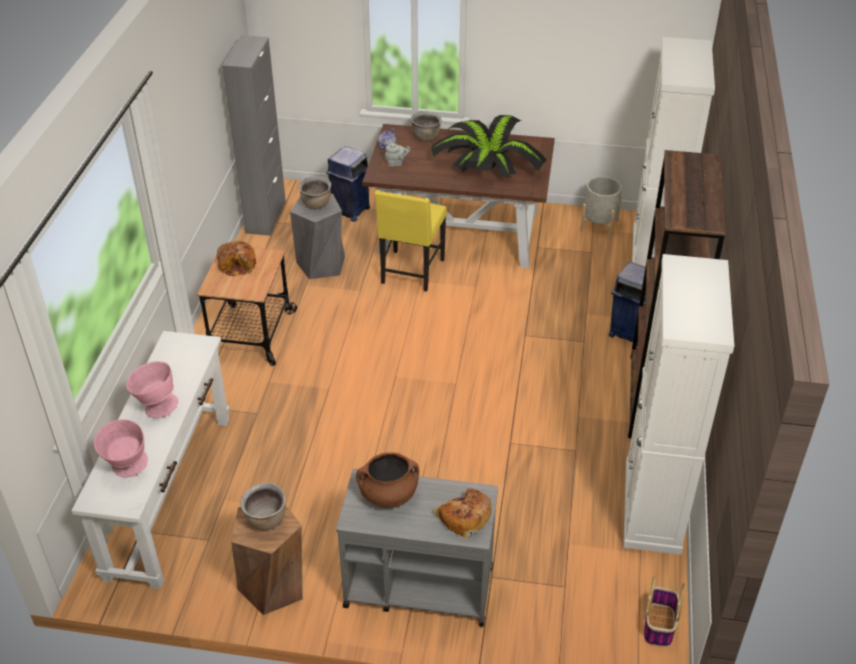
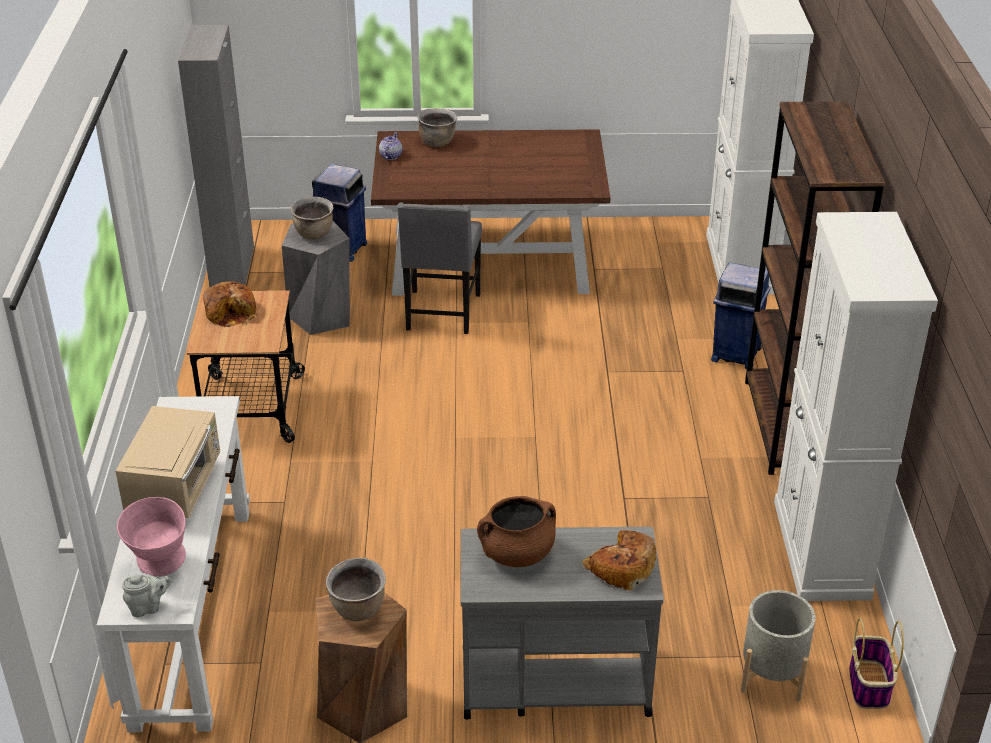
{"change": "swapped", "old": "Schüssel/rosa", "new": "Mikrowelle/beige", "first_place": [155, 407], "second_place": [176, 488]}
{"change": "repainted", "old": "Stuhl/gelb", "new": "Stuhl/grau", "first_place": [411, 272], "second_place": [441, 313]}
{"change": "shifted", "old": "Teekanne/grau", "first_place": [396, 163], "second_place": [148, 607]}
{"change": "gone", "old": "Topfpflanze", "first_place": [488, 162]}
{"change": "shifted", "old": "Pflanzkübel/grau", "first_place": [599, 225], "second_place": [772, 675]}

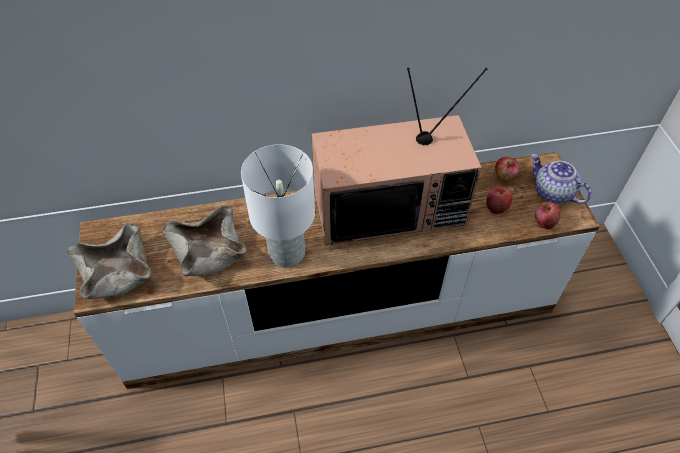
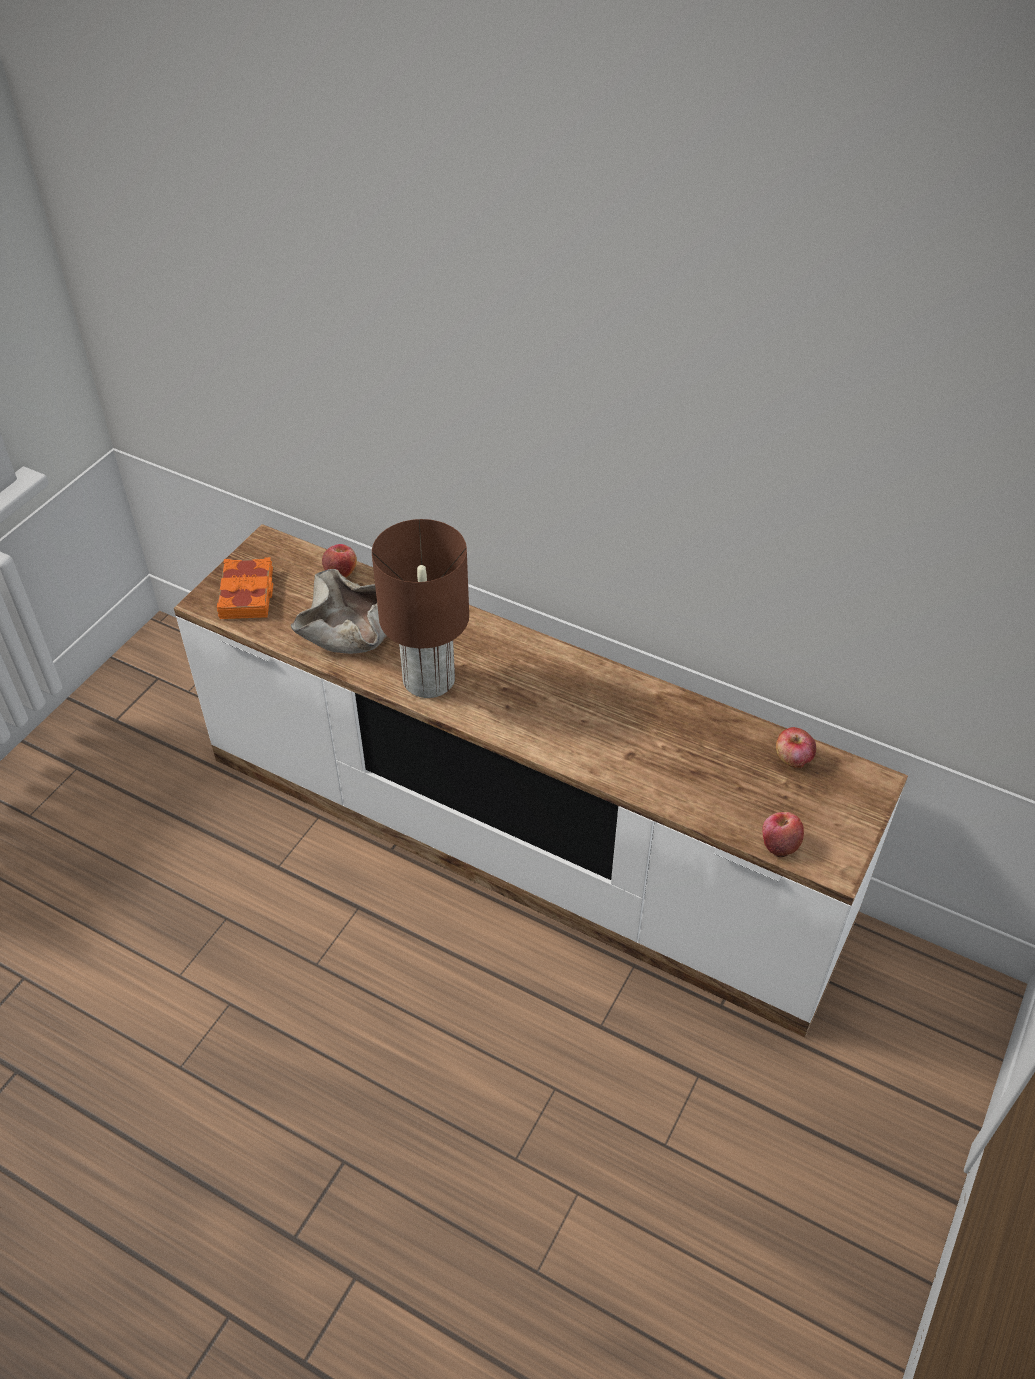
{"change": "swapped", "old": "Schüssel/beige", "new": "Buch/orange", "first_place": [118, 272], "second_place": [247, 594]}
{"change": "repainted", "old": "Tischlampe/weiß", "new": "Tischlampe/braun", "first_place": [287, 251], "second_place": [430, 678]}
{"change": "gone", "old": "Fernseher", "first_place": [390, 206]}
{"change": "shifted", "old": "Apfel", "first_place": [496, 206], "second_place": [341, 572]}
{"change": "gone", "old": "Teekanne", "first_place": [552, 193]}

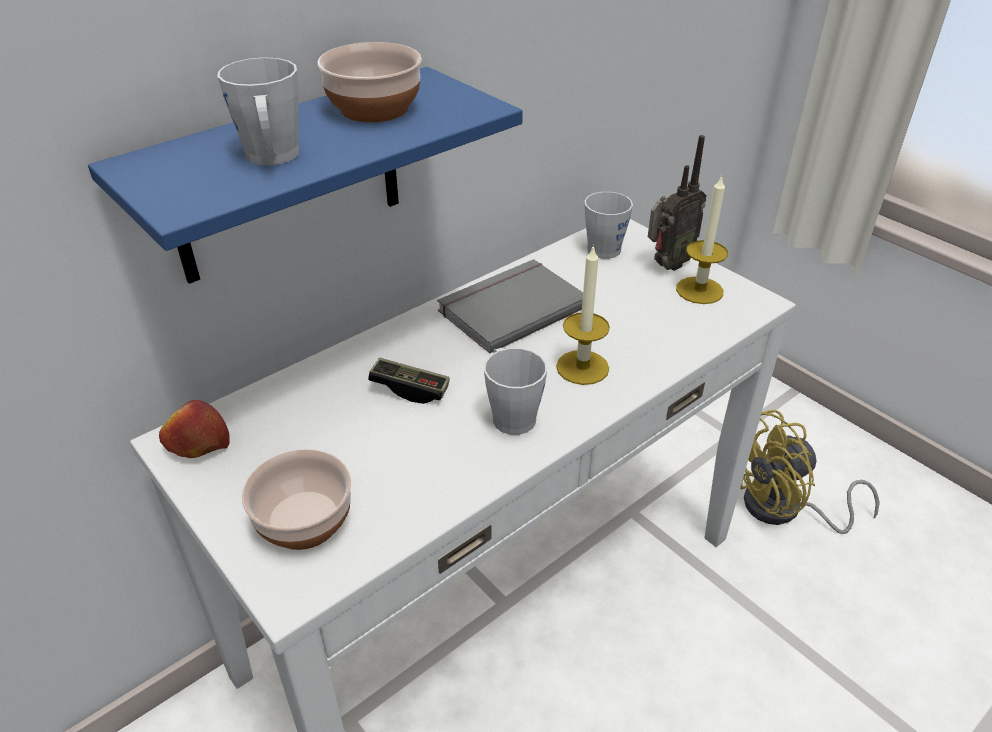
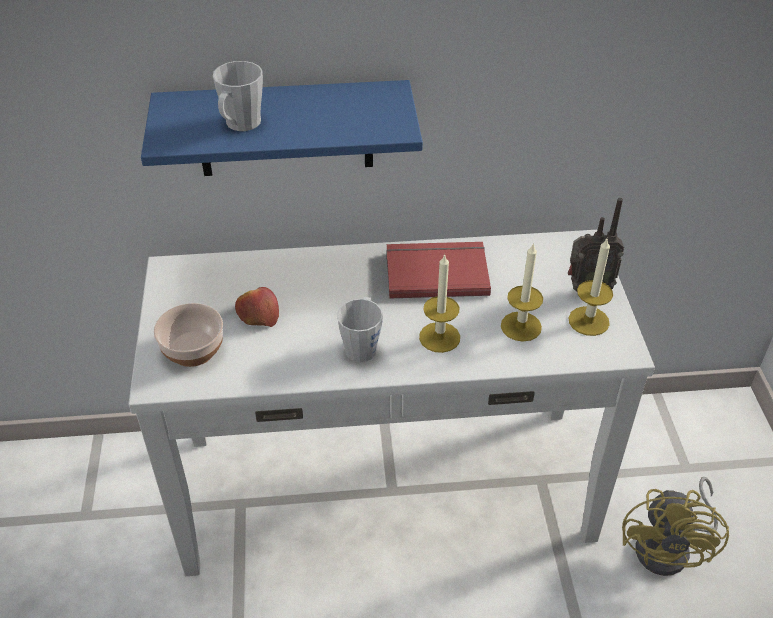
{"change": "shifted", "old": "Apfel", "first_place": [197, 443], "second_place": [258, 315]}
{"change": "gone", "old": "Schüssel", "first_place": [374, 109]}
{"change": "gone", "old": "Gamepad", "first_place": [410, 389]}
{"change": "repainted", "old": "Buch/grau", "new": "Buch/rot", "first_place": [509, 307], "second_place": [436, 271]}
{"change": "gone", "old": "Henkelbecher/grau", "first_place": [606, 246]}
{"change": "rotated", "old": "Ventilator/gelb", "first_place": [784, 510], "second_place": [670, 548], "degrees": -90}
{"change": "new", "new": "Kerze", "second_place": [521, 326]}

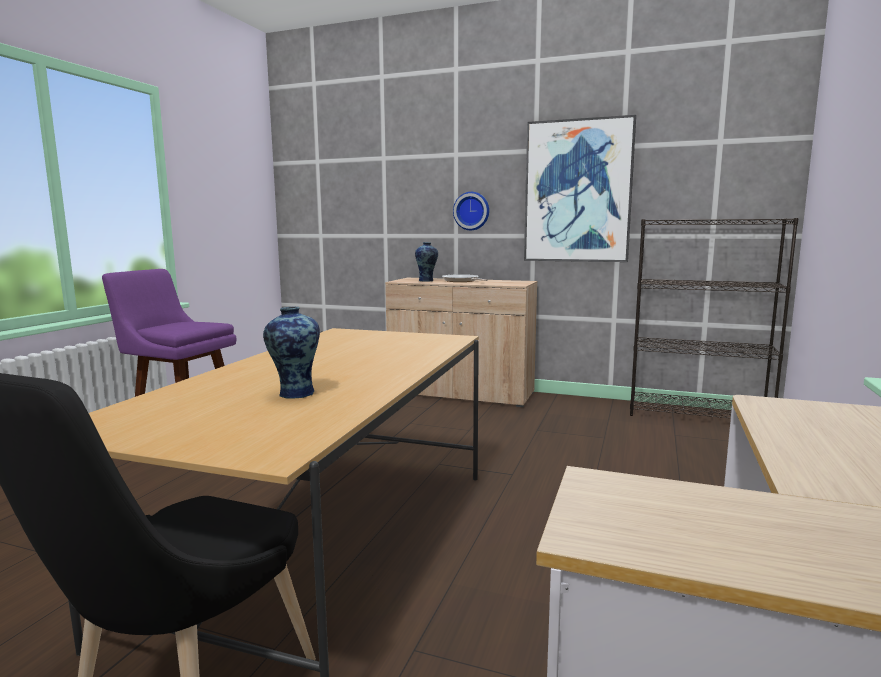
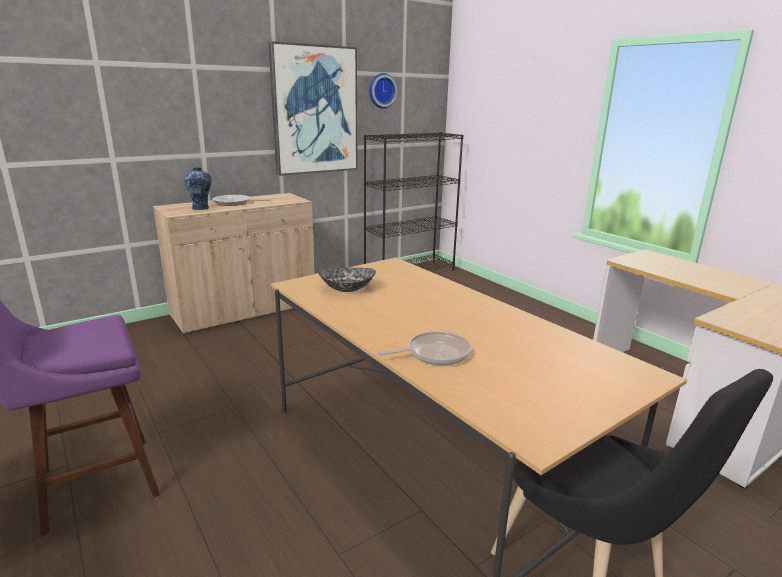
{"change": "gone", "old": "Vase", "first_place": [295, 393]}
{"change": "shifted", "old": "Wanduhr", "first_place": [472, 211], "second_place": [381, 90]}
{"change": "new", "new": "Schüssel", "second_place": [347, 289]}
{"change": "new", "new": "Pfanne", "second_place": [434, 354]}

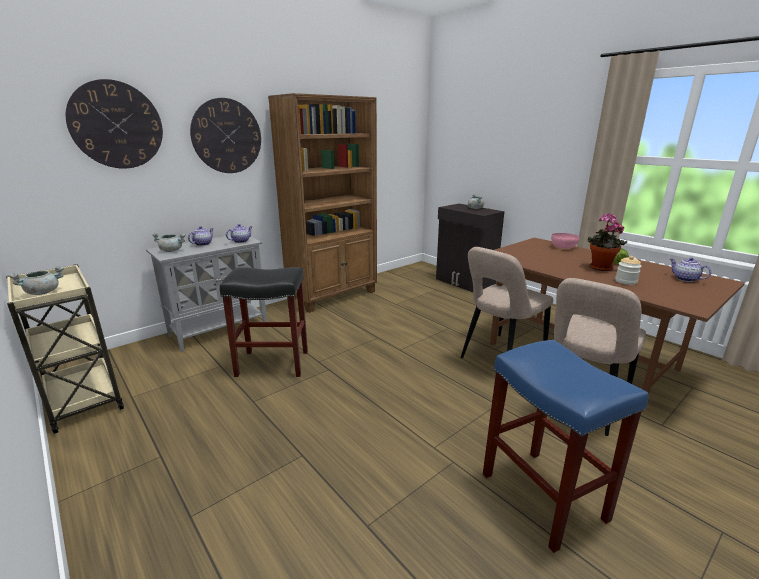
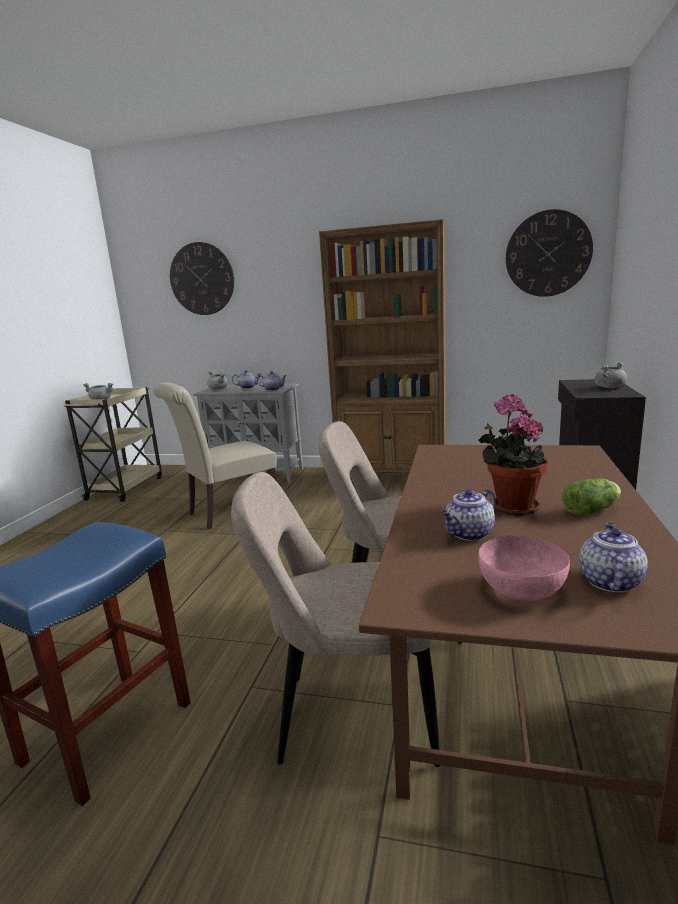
{"change": "shifted", "old": "Wanduhr", "first_place": [227, 136], "second_place": [548, 254]}
{"change": "swapped", "old": "Hocker/schwarz", "new": "Stuhl/beige", "first_place": [271, 364], "second_place": [227, 512]}
{"change": "shifted", "old": "Schüssel/rosa", "first_place": [563, 247], "second_place": [520, 588]}
{"change": "swapped", "old": "Vorratsglas", "new": "Teekanne", "first_place": [625, 281], "second_place": [469, 534]}

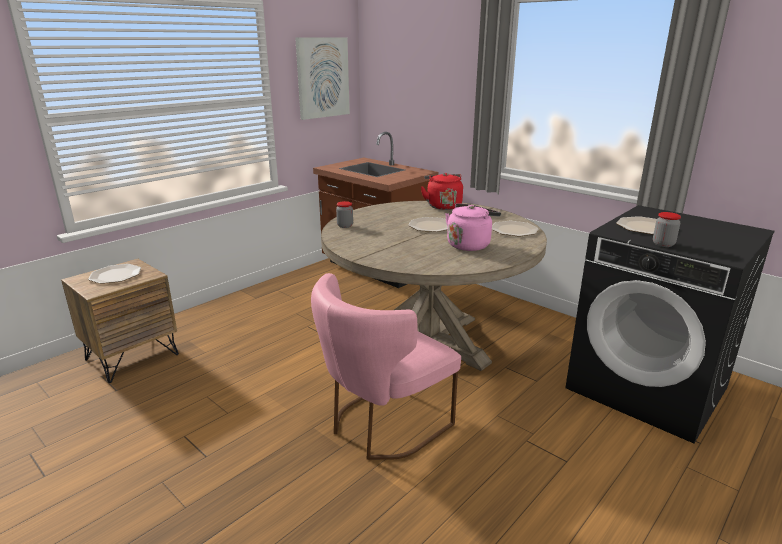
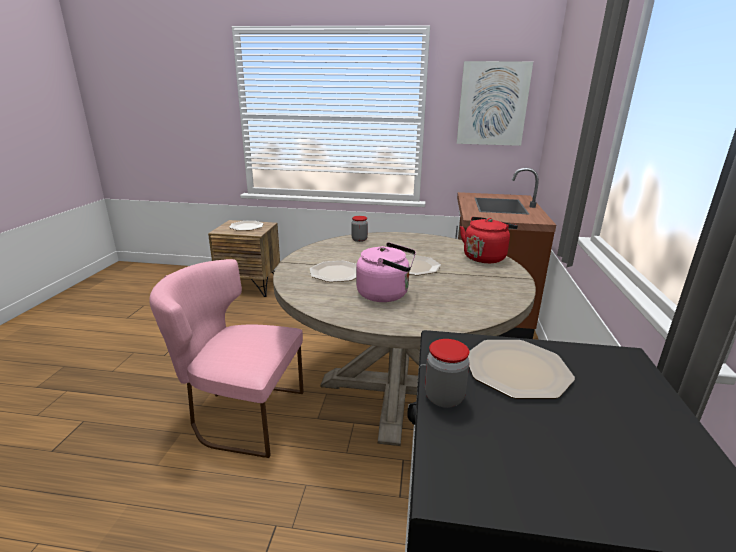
{"change": "shifted", "old": "Teller", "first_place": [514, 230], "second_place": [336, 273]}

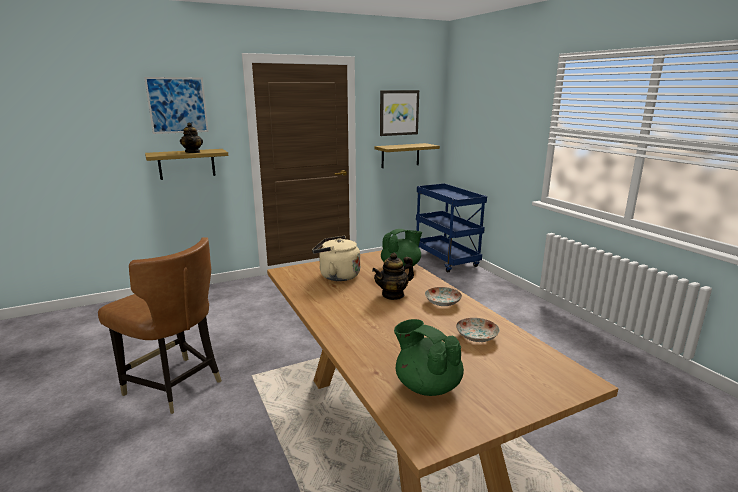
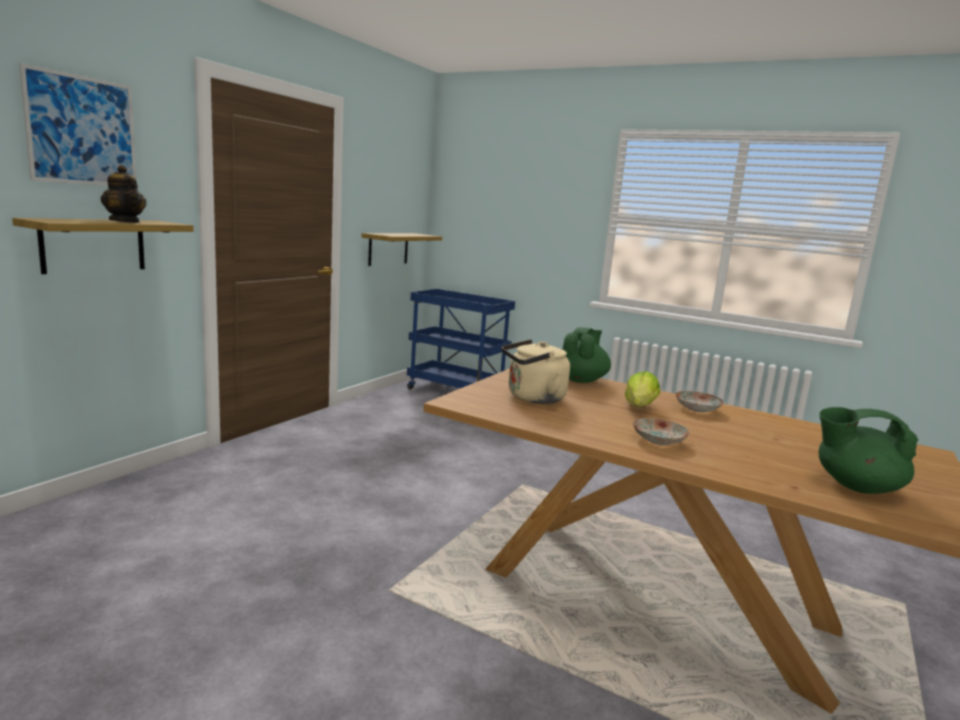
{"change": "gone", "old": "Stuhl/braun", "first_place": [175, 386]}
{"change": "swapped", "old": "Teekanne", "new": "Salatkopf", "first_place": [393, 295], "second_place": [637, 409]}
{"change": "gone", "old": "Bild", "first_place": [398, 113]}
{"change": "shifted", "old": "Teller", "first_place": [476, 337], "second_place": [658, 440]}

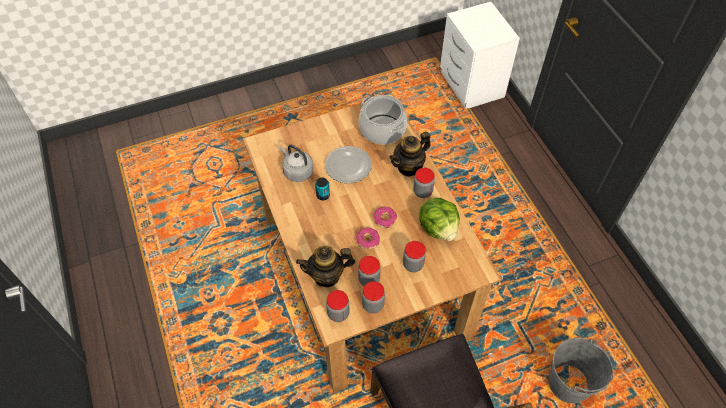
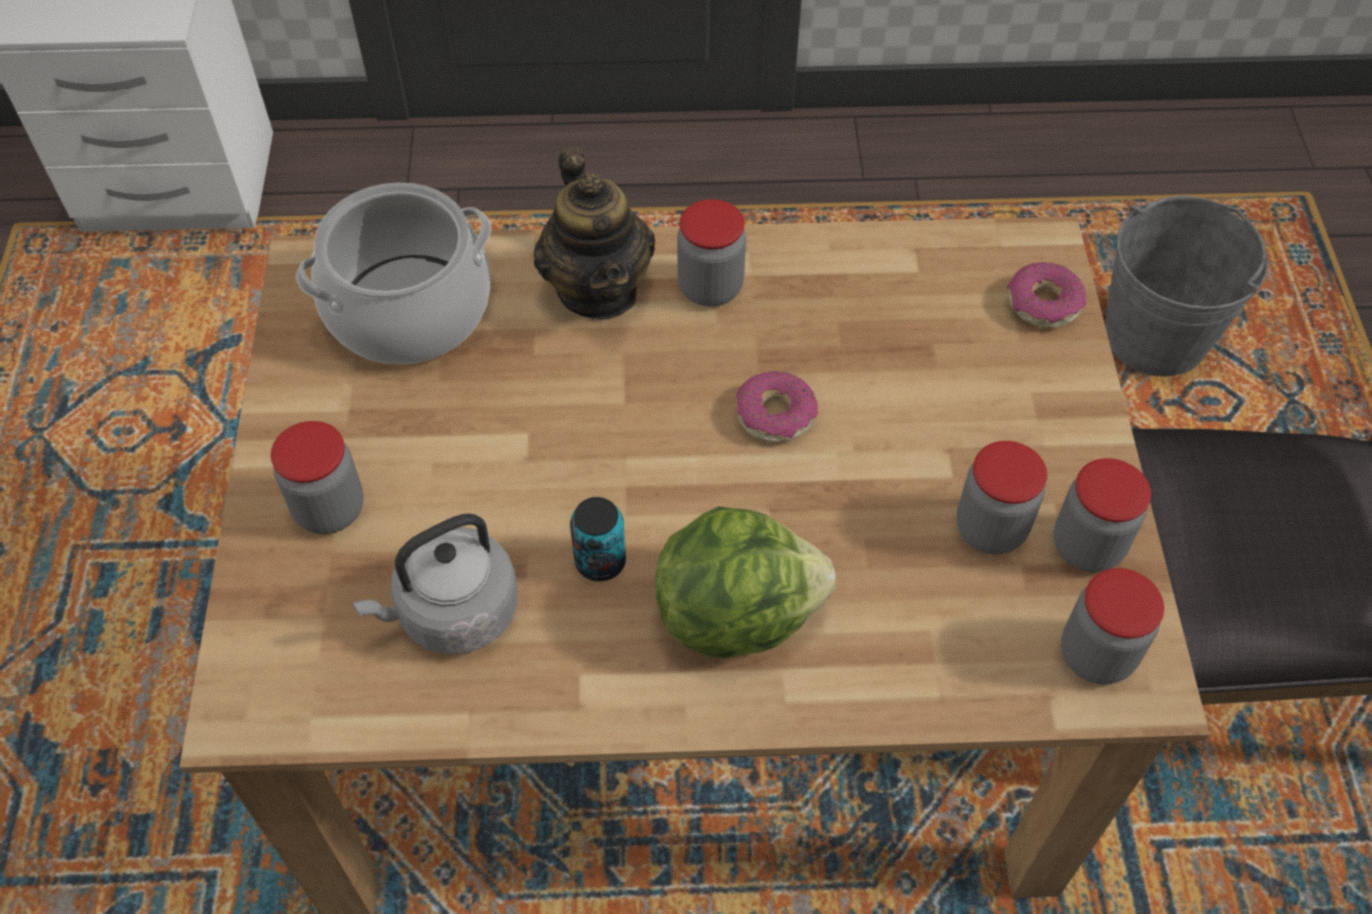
{"change": "gone", "old": "Teekanne", "first_place": [327, 276]}
{"change": "gone", "old": "Teller", "first_place": [349, 166]}
{"change": "shifted", "old": "Donut", "first_place": [367, 240], "second_place": [1043, 304]}
{"change": "shifted", "old": "Vorratsglas", "first_place": [413, 264], "second_place": [330, 509]}
{"change": "shifted", "old": "Salatkopf", "first_place": [438, 228], "second_place": [735, 613]}

